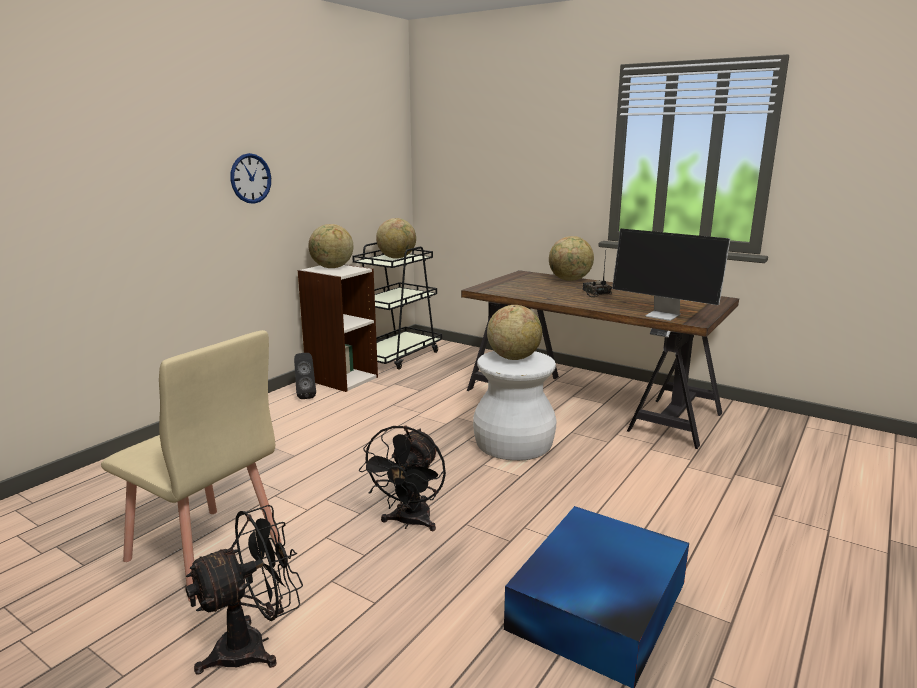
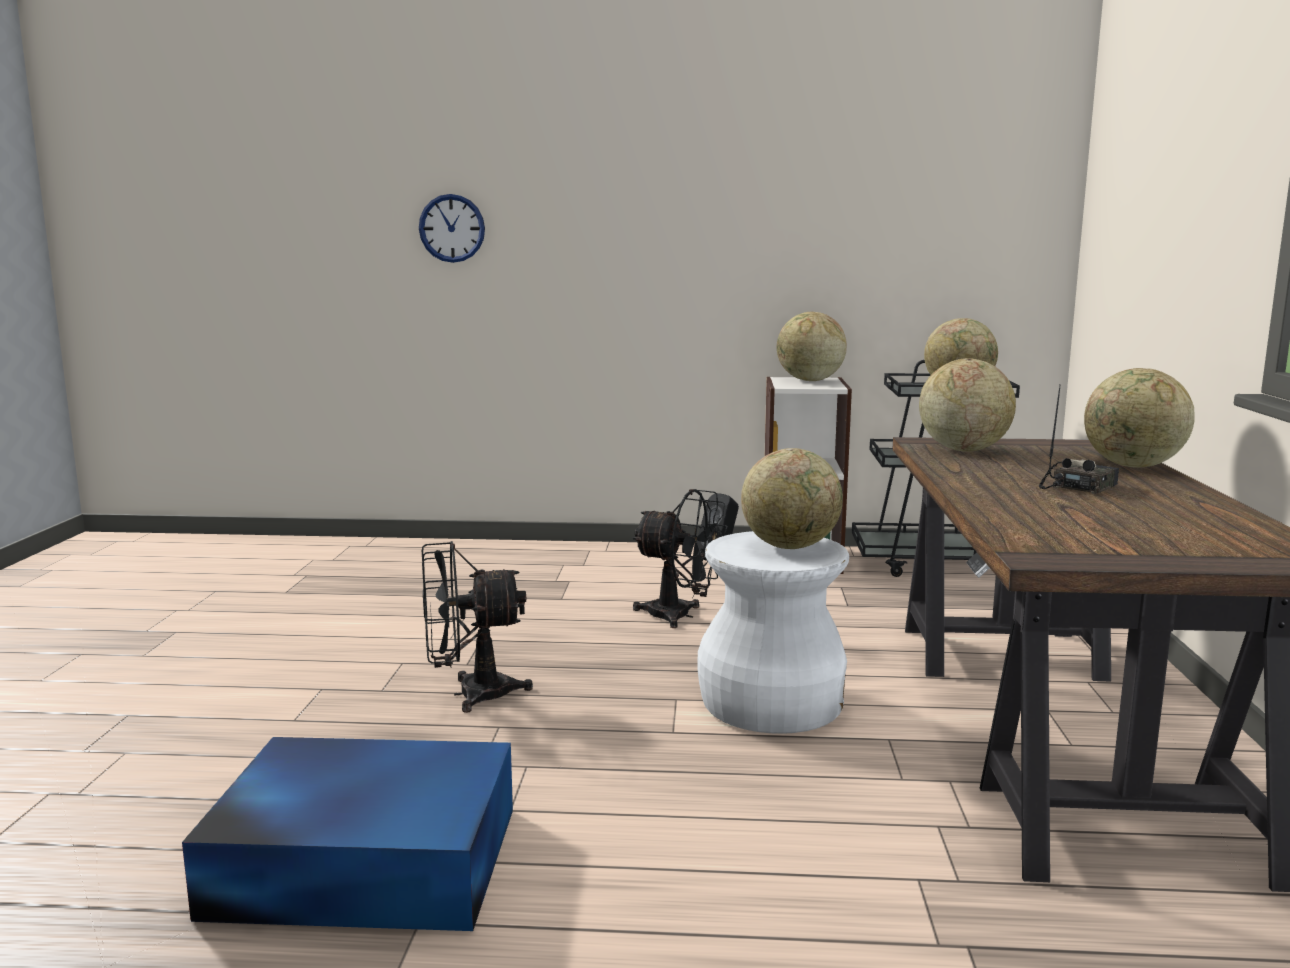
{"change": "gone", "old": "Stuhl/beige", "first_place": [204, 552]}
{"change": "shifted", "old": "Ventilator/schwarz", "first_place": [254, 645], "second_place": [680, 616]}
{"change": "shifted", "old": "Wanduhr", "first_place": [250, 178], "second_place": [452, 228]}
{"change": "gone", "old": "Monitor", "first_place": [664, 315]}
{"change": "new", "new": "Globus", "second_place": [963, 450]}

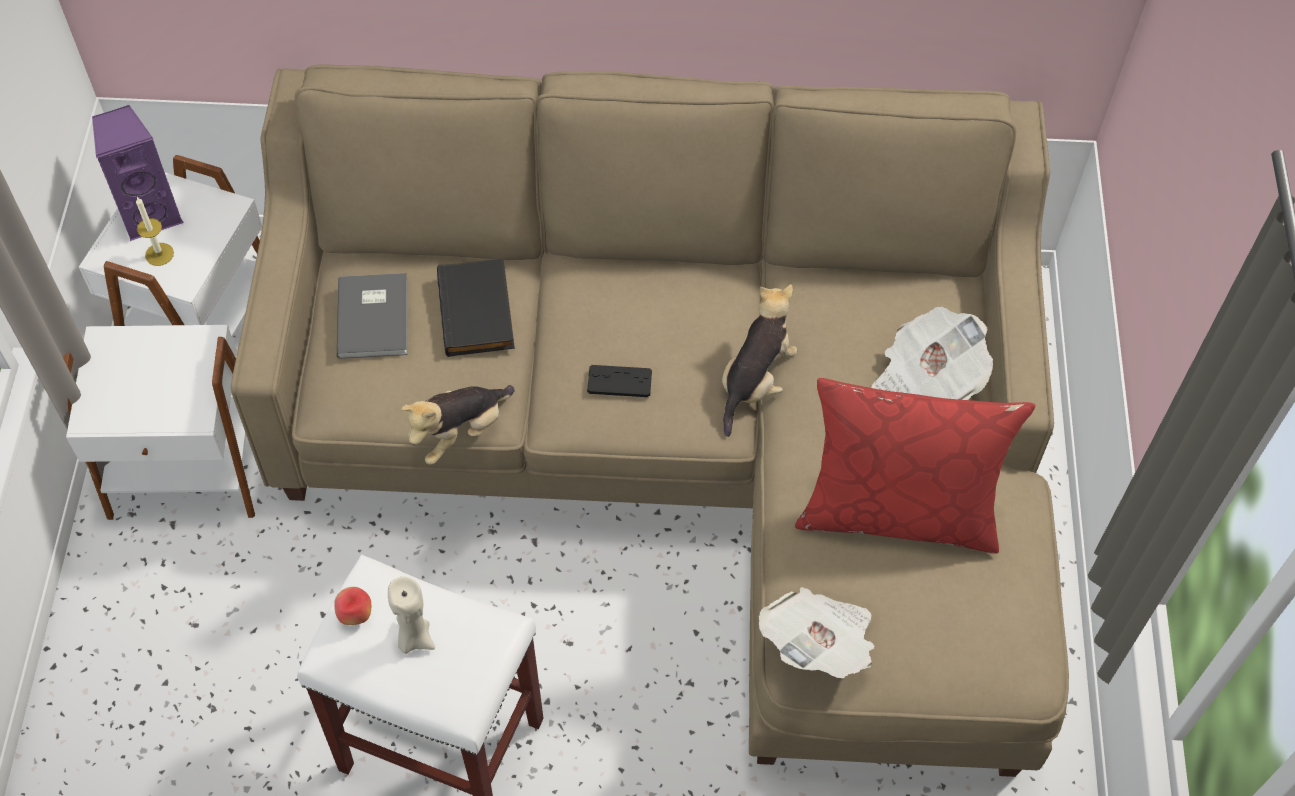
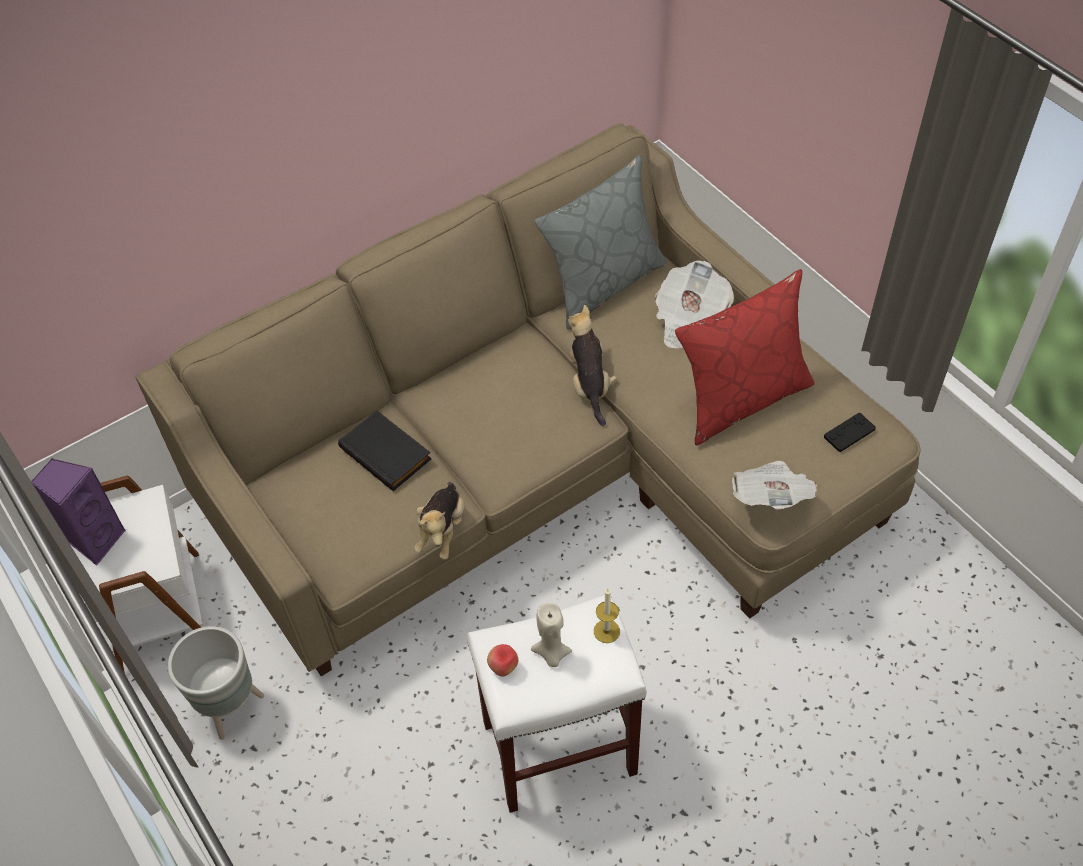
{"change": "swapped", "old": "Beistelltisch/weiß", "new": "Pflanzkübel/grau", "first_place": [188, 468], "second_place": [231, 706]}
{"change": "shifted", "old": "Kerze", "first_place": [159, 254], "second_place": [606, 631]}
{"change": "gone", "old": "Buch/grau", "first_place": [375, 316]}
{"change": "shifted", "old": "Gamepad/schwarz", "first_place": [619, 382], "second_place": [849, 433]}
{"change": "new", "new": "Kissen/grau", "second_place": [603, 284]}

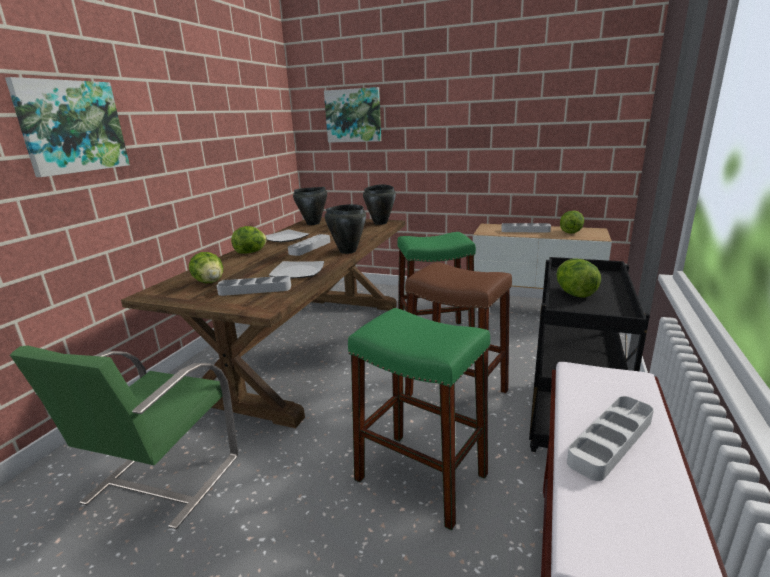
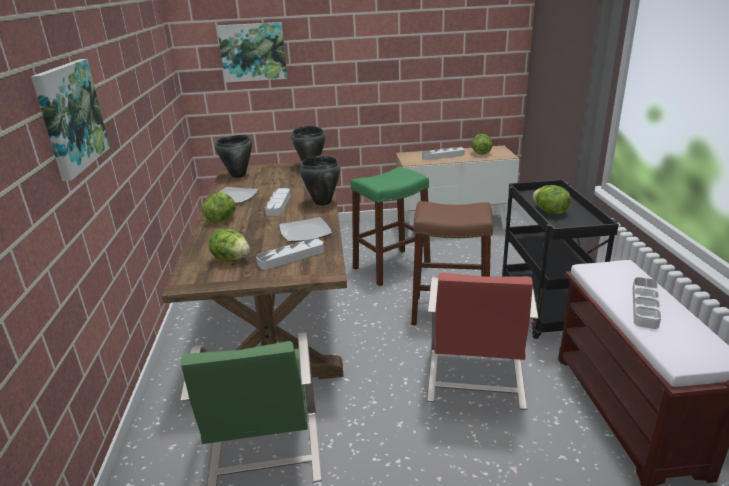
{"change": "swapped", "old": "Hocker/grün", "new": "Stuhl/rot", "first_place": [420, 477], "second_place": [474, 380]}

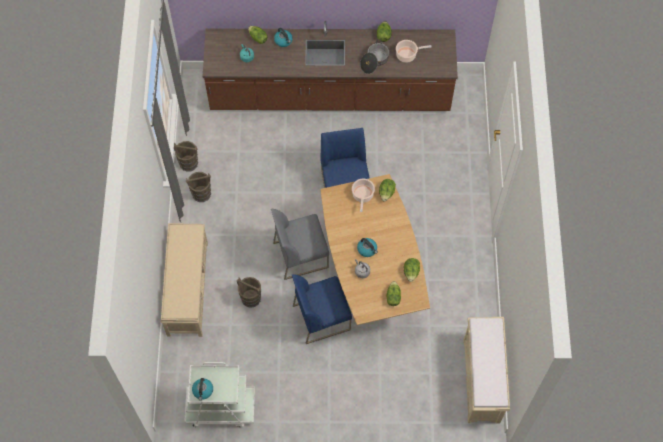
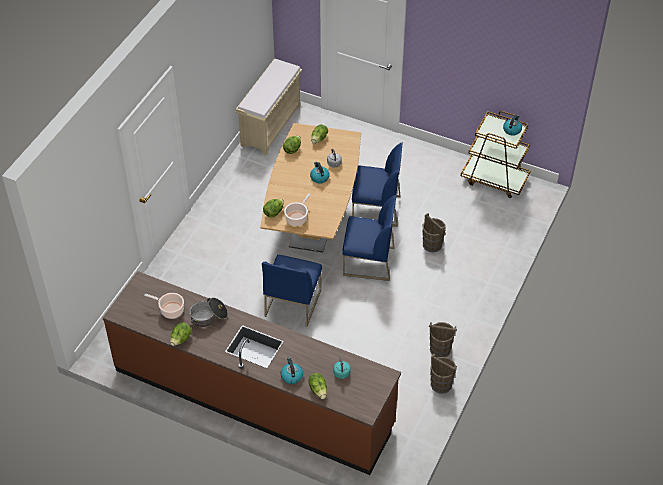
{"change": "gone", "old": "Bank/beige", "first_place": [187, 287]}
{"change": "repainted", "old": "Rollwagen/weiß", "new": "Rollwagen/braun", "first_place": [220, 407], "second_place": [494, 179]}
{"change": "repainted", "old": "Stuhl/grau", "new": "Stuhl/blau", "first_place": [301, 254], "second_place": [368, 262]}

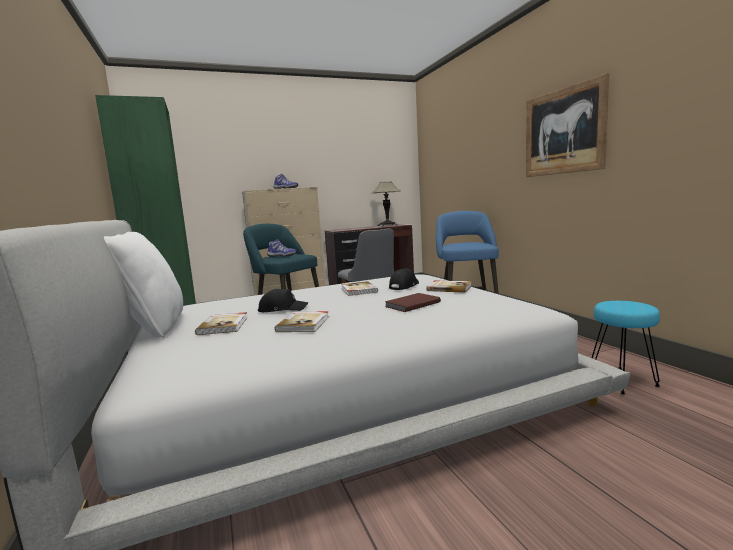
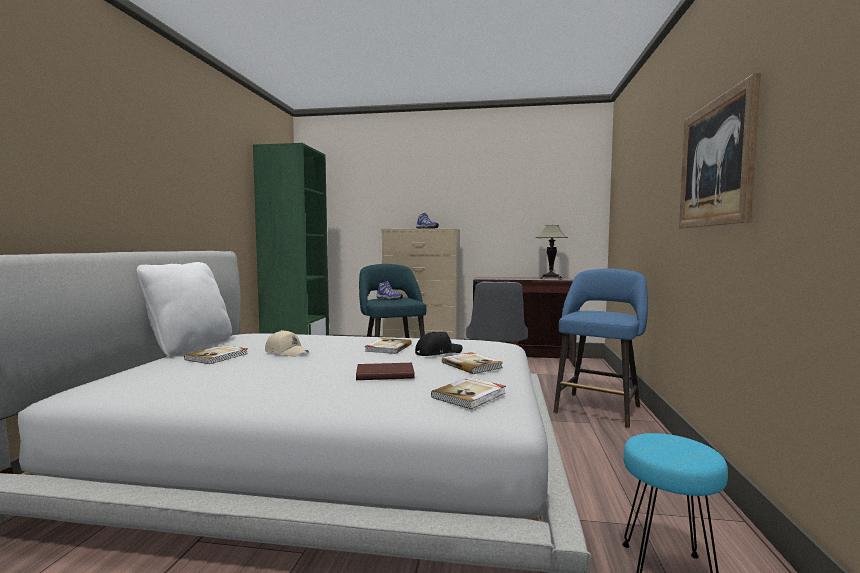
{"change": "repainted", "old": "Kappe/schwarz", "new": "Kappe/beige", "first_place": [282, 309], "second_place": [286, 352]}
{"change": "shifted", "old": "Buch", "first_place": [304, 324], "second_place": [470, 395]}

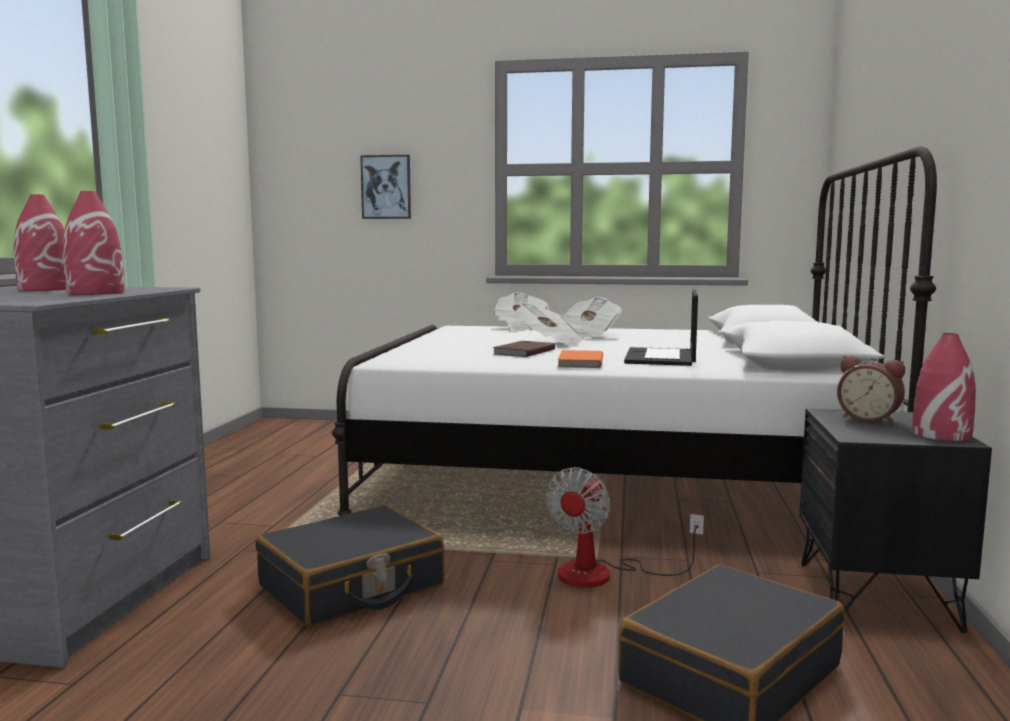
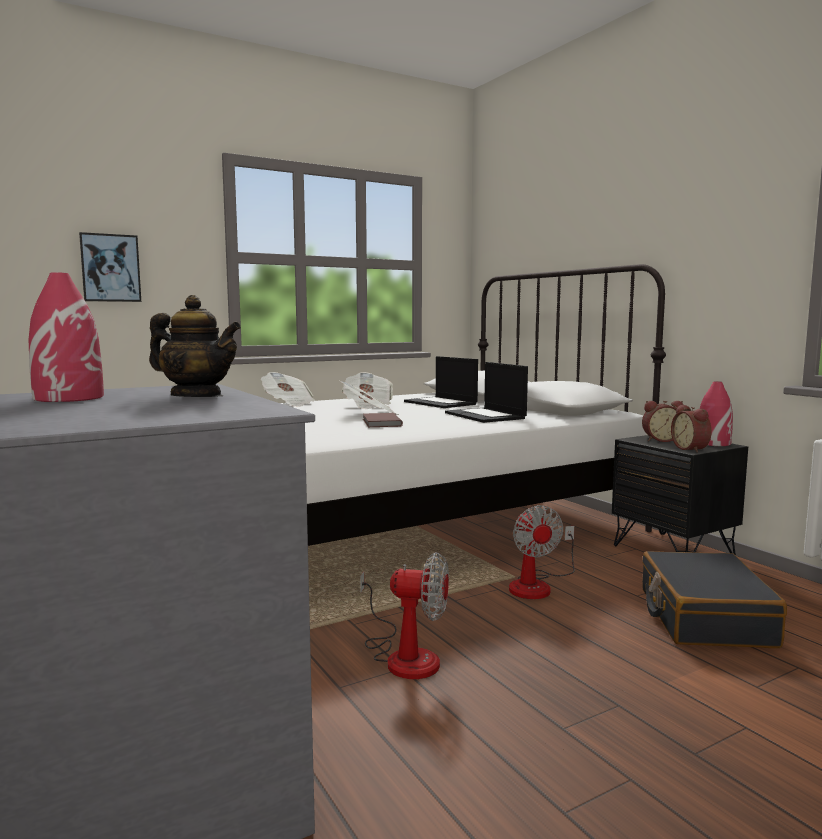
{"change": "swapped", "old": "Vase/rot", "new": "Teekanne", "first_place": [96, 293], "second_place": [197, 396]}
{"change": "swapped", "old": "Koffer/schwarz", "new": "Ventilator", "first_place": [352, 587], "second_place": [404, 655]}
{"change": "gone", "old": "Buch/orange", "first_place": [579, 362]}
{"change": "new", "new": "Laptop", "second_place": [441, 403]}
{"change": "new", "new": "Wecker", "second_place": [691, 449]}

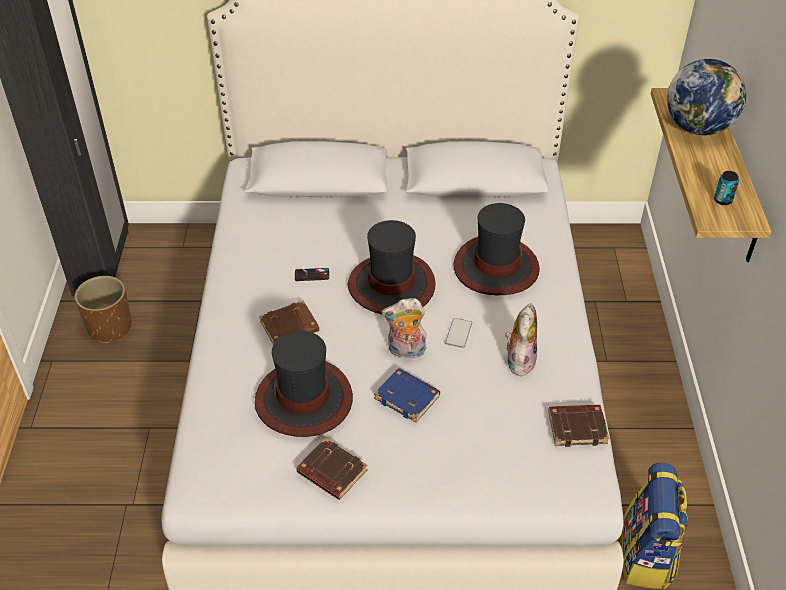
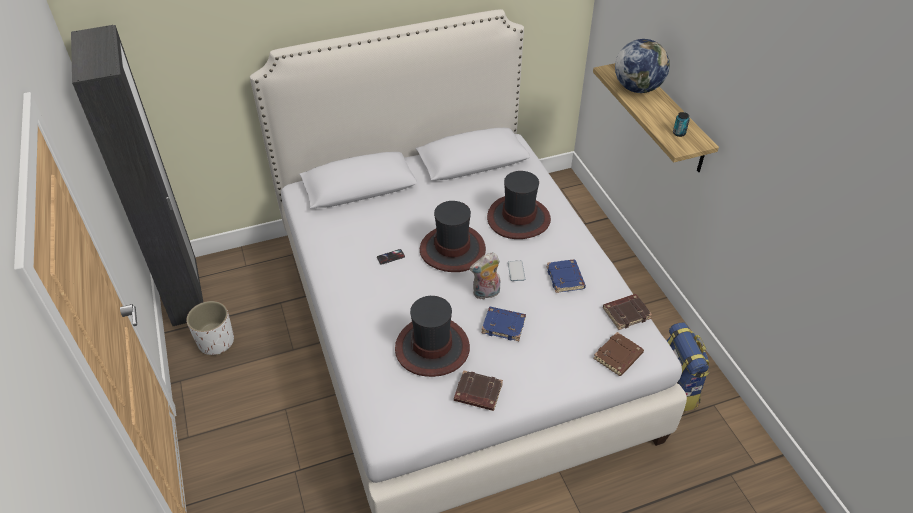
{"change": "repainted", "old": "Pflanzkübel/braun", "new": "Pflanzkübel/weiß", "first_place": [110, 327], "second_place": [216, 341]}
{"change": "shifted", "old": "Buch/braun", "first_place": [289, 328], "second_place": [618, 357]}
{"change": "swapped", "old": "Plüschtier", "new": "Buch/blau", "first_place": [519, 360], "second_place": [566, 278]}

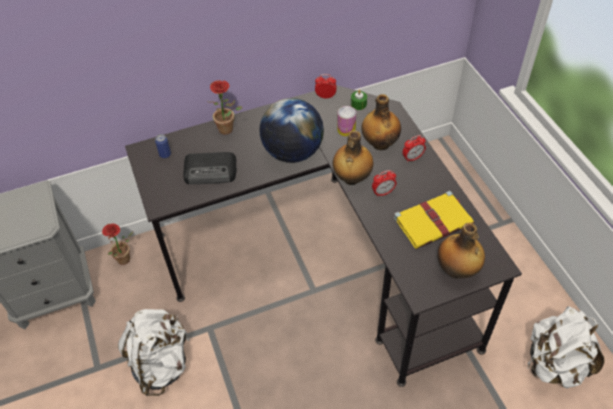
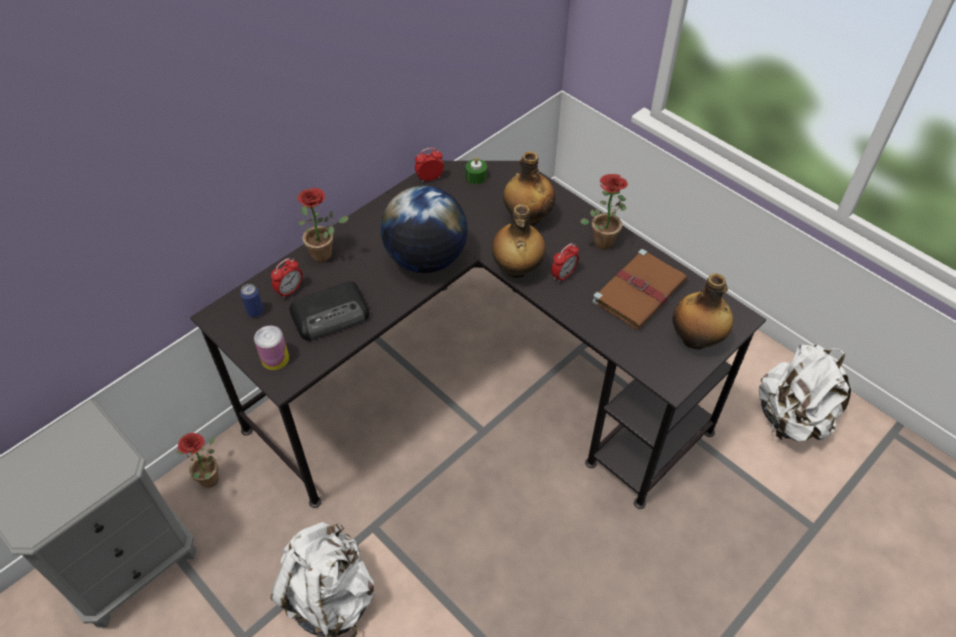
{"change": "shifted", "old": "Dose", "first_place": [346, 130], "second_place": [275, 359]}
{"change": "repainted", "old": "Buch/gelb", "new": "Buch/braun", "first_place": [434, 221], "second_place": [640, 291]}
{"change": "shifted", "old": "Wecker", "first_place": [412, 158], "second_place": [290, 290]}
{"change": "new", "new": "Topfpflanze", "second_place": [603, 238]}

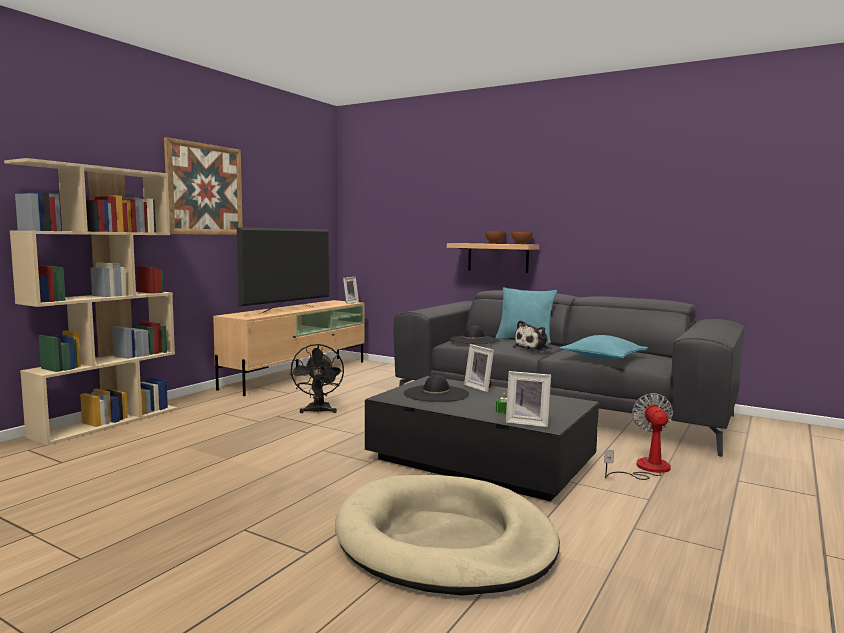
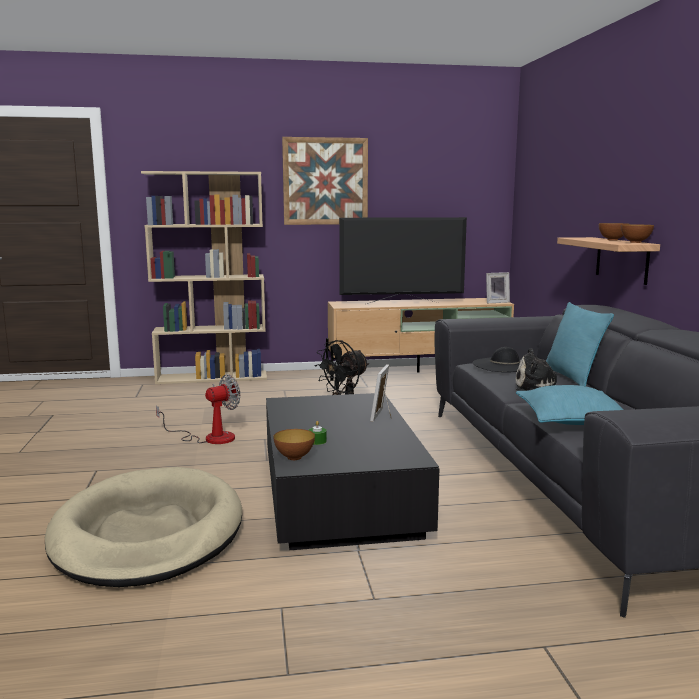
{"change": "gone", "old": "Hut/schwarz", "first_place": [436, 394]}
{"change": "swapped", "old": "Bilderrahmen", "new": "Schüssel", "first_place": [527, 422], "second_place": [294, 457]}
{"change": "shifted", "old": "Ventilator", "first_place": [645, 469], "second_place": [210, 438]}

